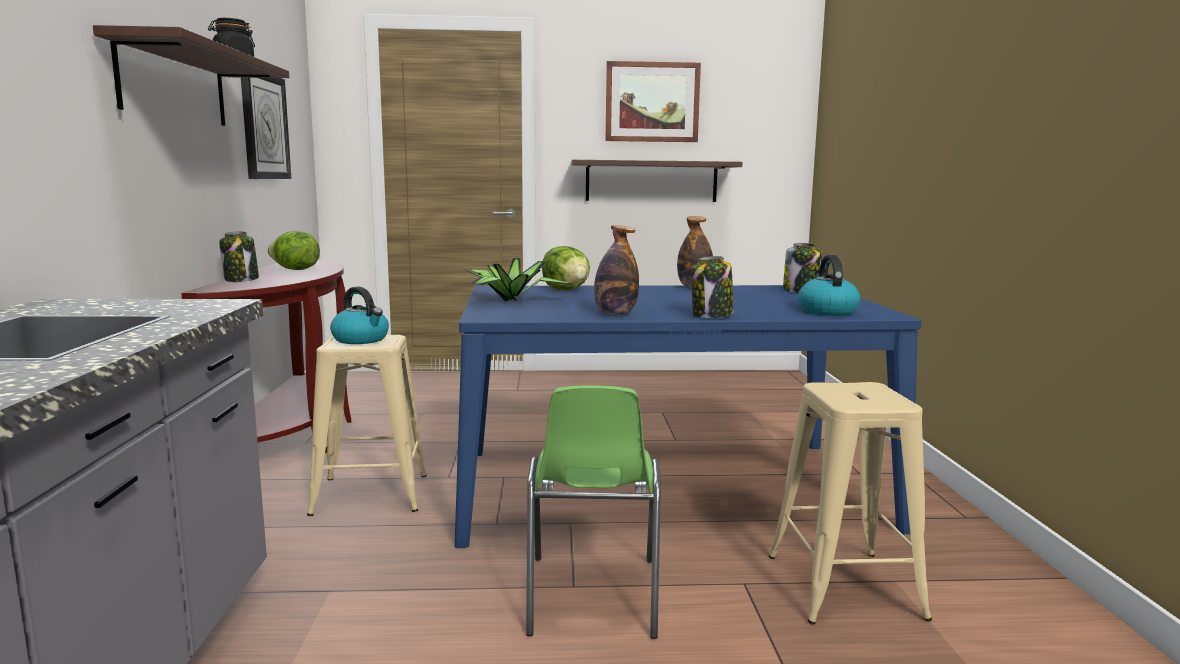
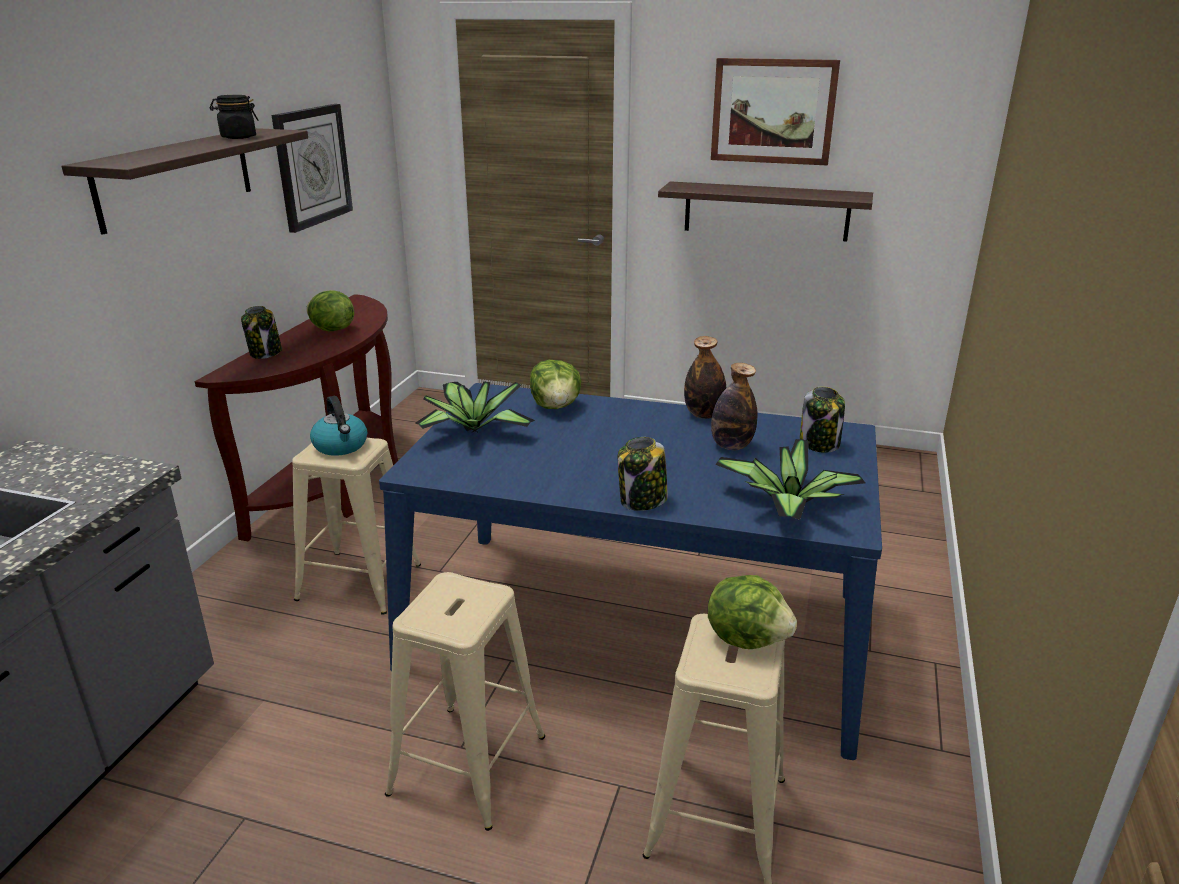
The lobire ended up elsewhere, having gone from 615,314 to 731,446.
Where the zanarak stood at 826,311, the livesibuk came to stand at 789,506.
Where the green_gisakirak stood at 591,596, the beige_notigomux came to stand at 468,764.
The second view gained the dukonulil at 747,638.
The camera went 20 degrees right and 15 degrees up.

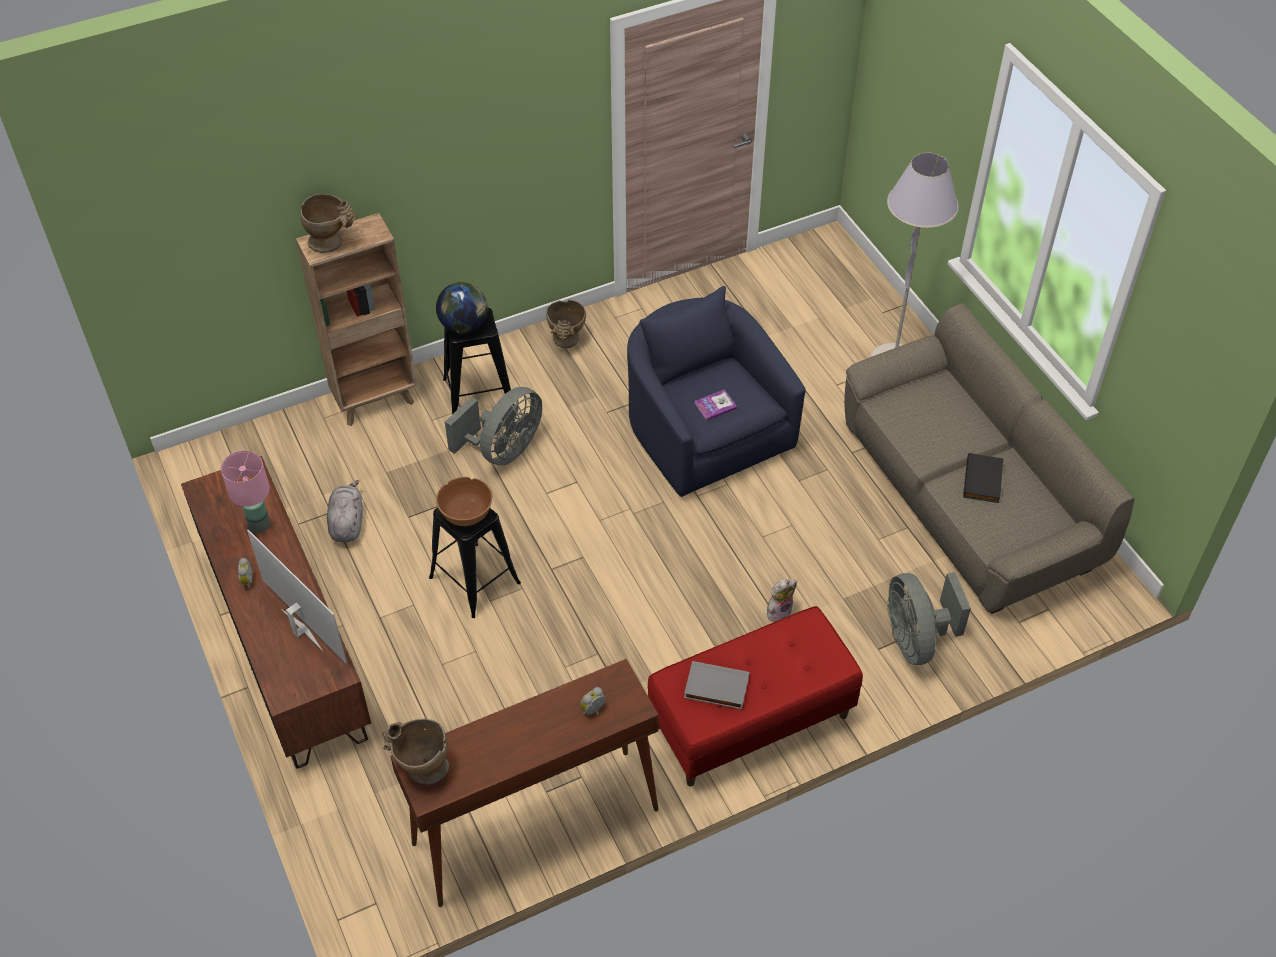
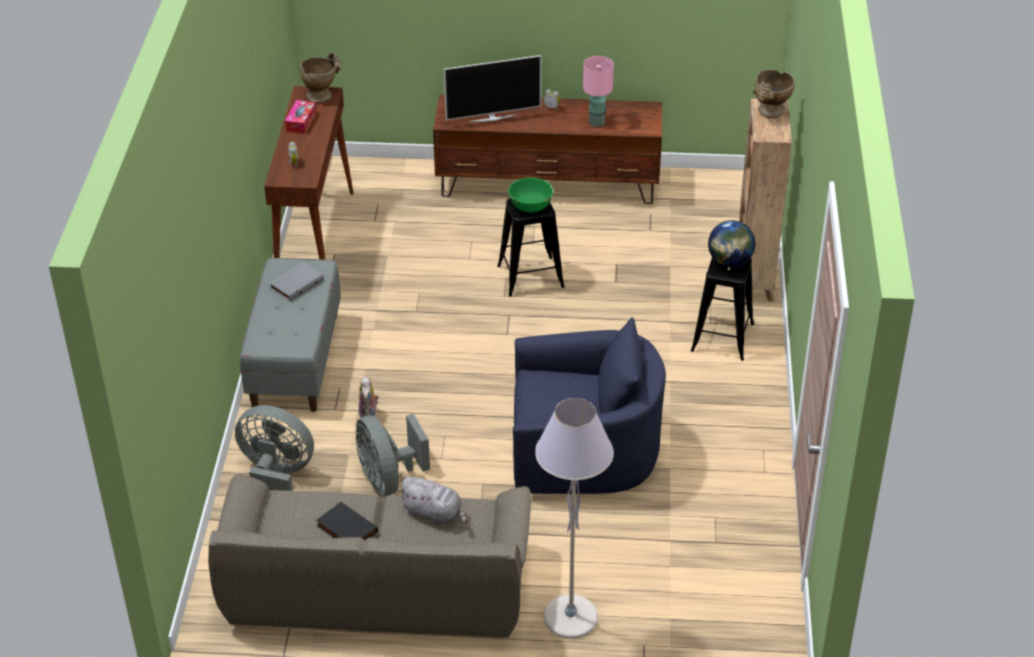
The second view lost the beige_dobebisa at 567,342.
The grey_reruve ended up elsewhere, having gone from 503,450 to 388,479.
The second view lost the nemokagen at 715,406.
What was the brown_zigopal at 466,513 turned into the green_zigopal at 530,206.
The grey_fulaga ended up elsewhere, having gone from 347,523 to 434,514.
What was the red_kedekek at 750,721 turned into the grey_kedekek at 295,360.
The second view gained the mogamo at 301,122.
The camera went 120 degrees right and 10 degrees down.

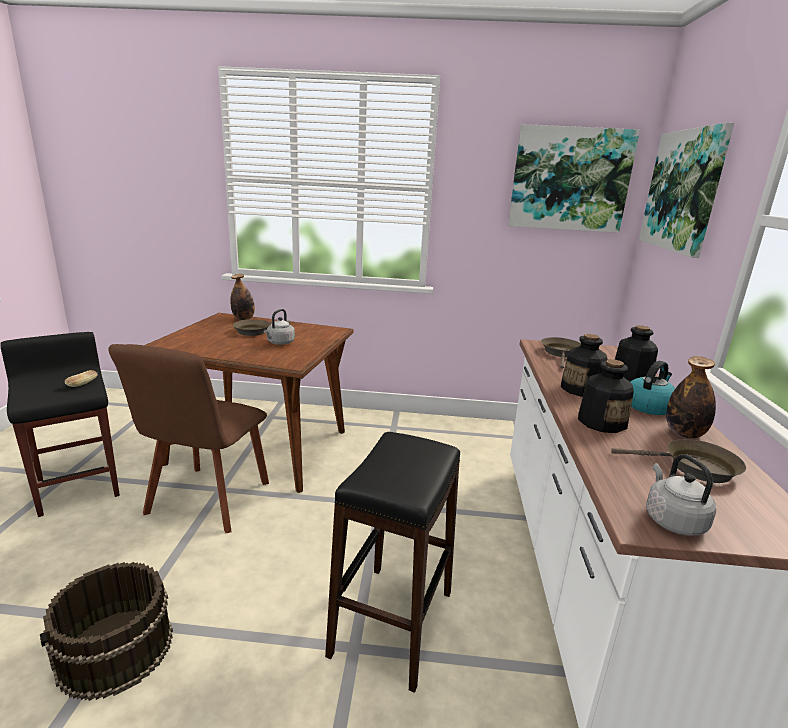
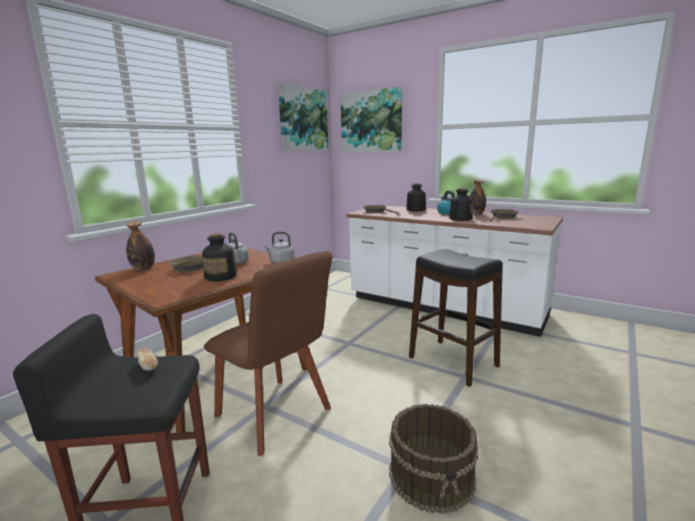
The lobire ended up elsewhere, having gone from 581,389 to 221,276.
The grey_zanarak ended up elsewhere, having gone from 672,520 to 280,262.
The camera went 60 degrees left and 5 degrees down.

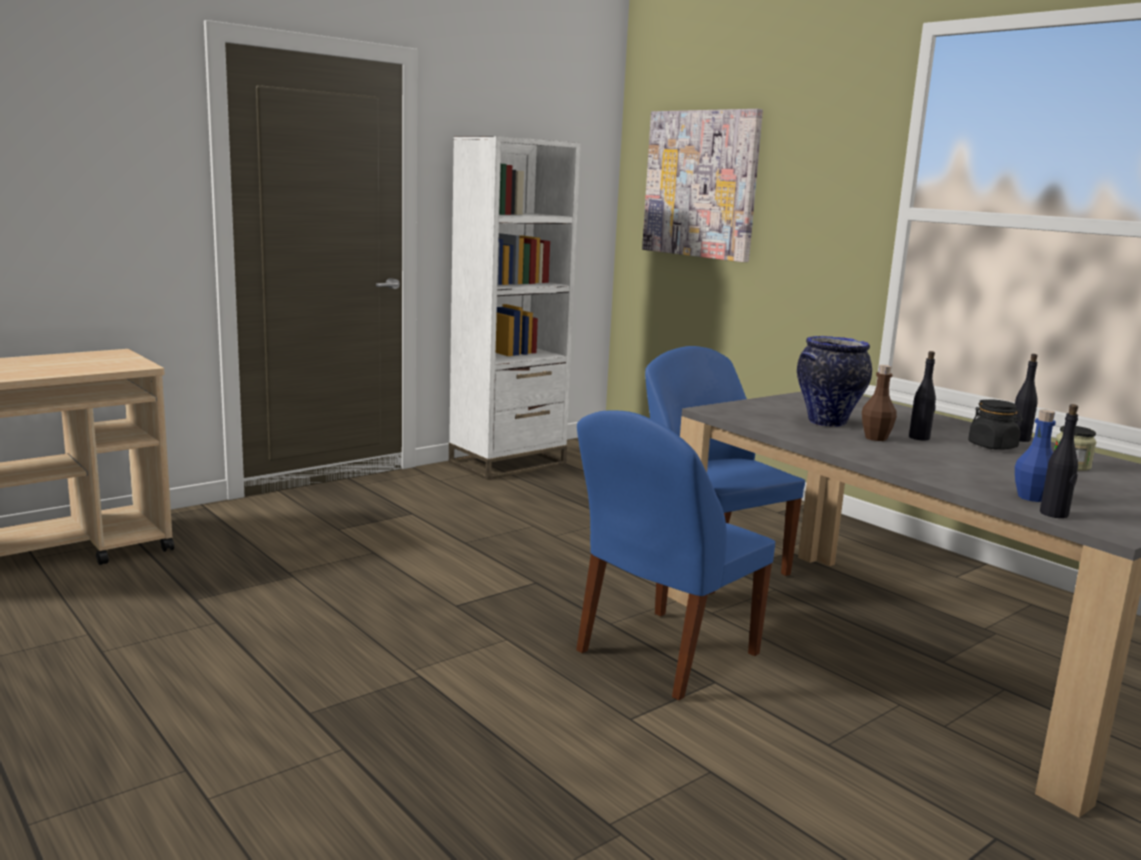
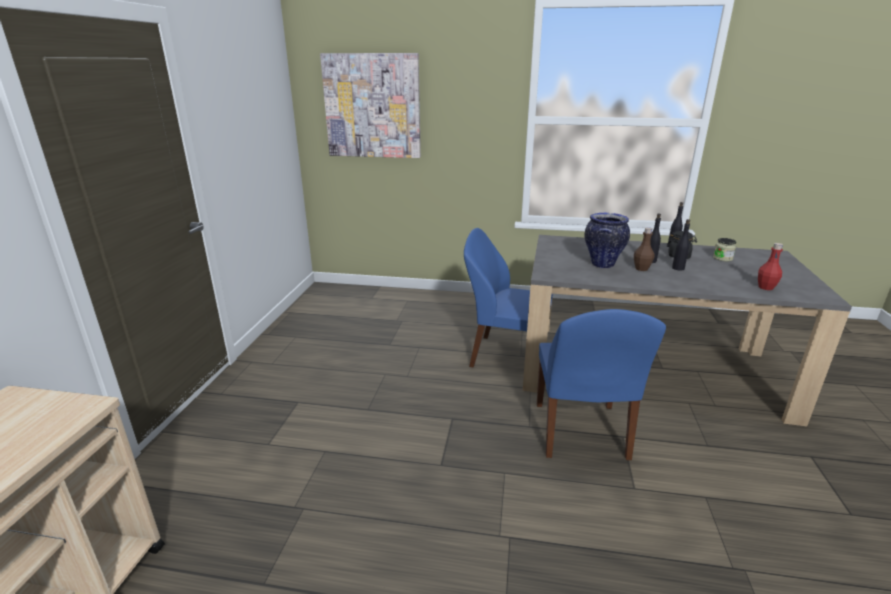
The second view lost the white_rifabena at 508,463.
The black_lobire ended up elsewhere, having gone from 1054,514 to 678,268.
What was the blue_lobire at 1031,497 turned into the red_lobire at 765,287.
The camera went 40 degrees left and 10 degrees up.

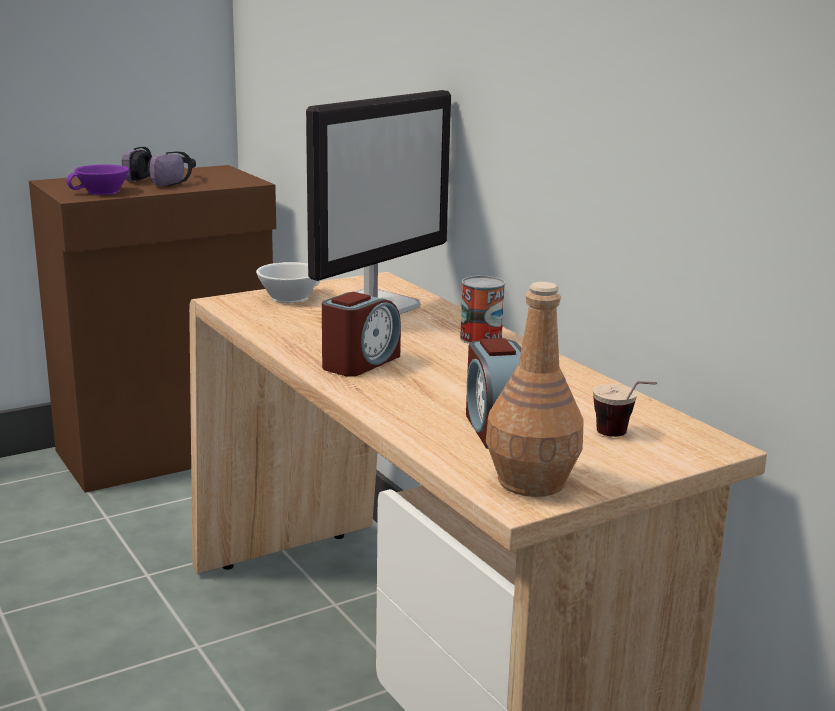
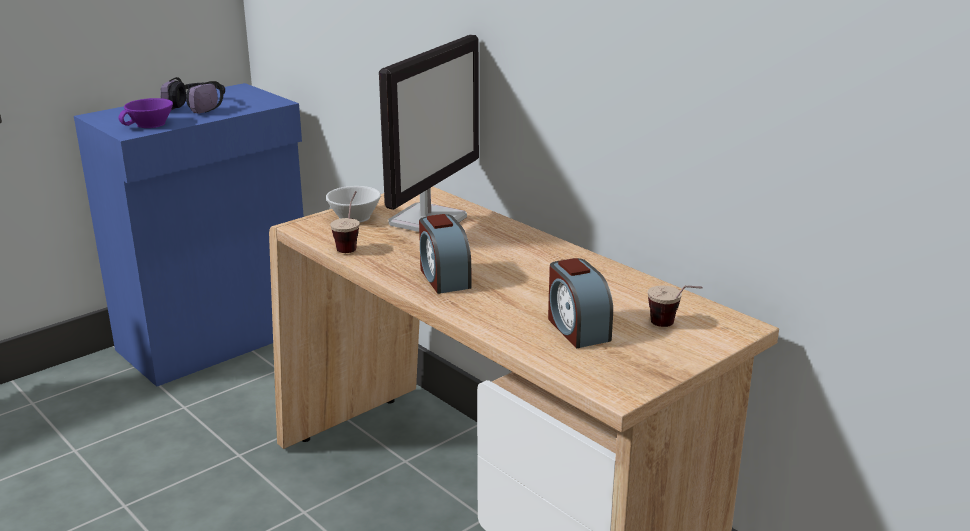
What was the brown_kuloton at 170,451 turned into the blue_kuloton at 219,339.
The second view lost the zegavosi at 481,338.
The second view lost the brown_lobire at 530,482.
The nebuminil at 360,363 ended up facing another way, 135 degrees clockwise from before.
The second view gained the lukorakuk at 350,245.
The camera went 10 degrees left and 5 degrees up.

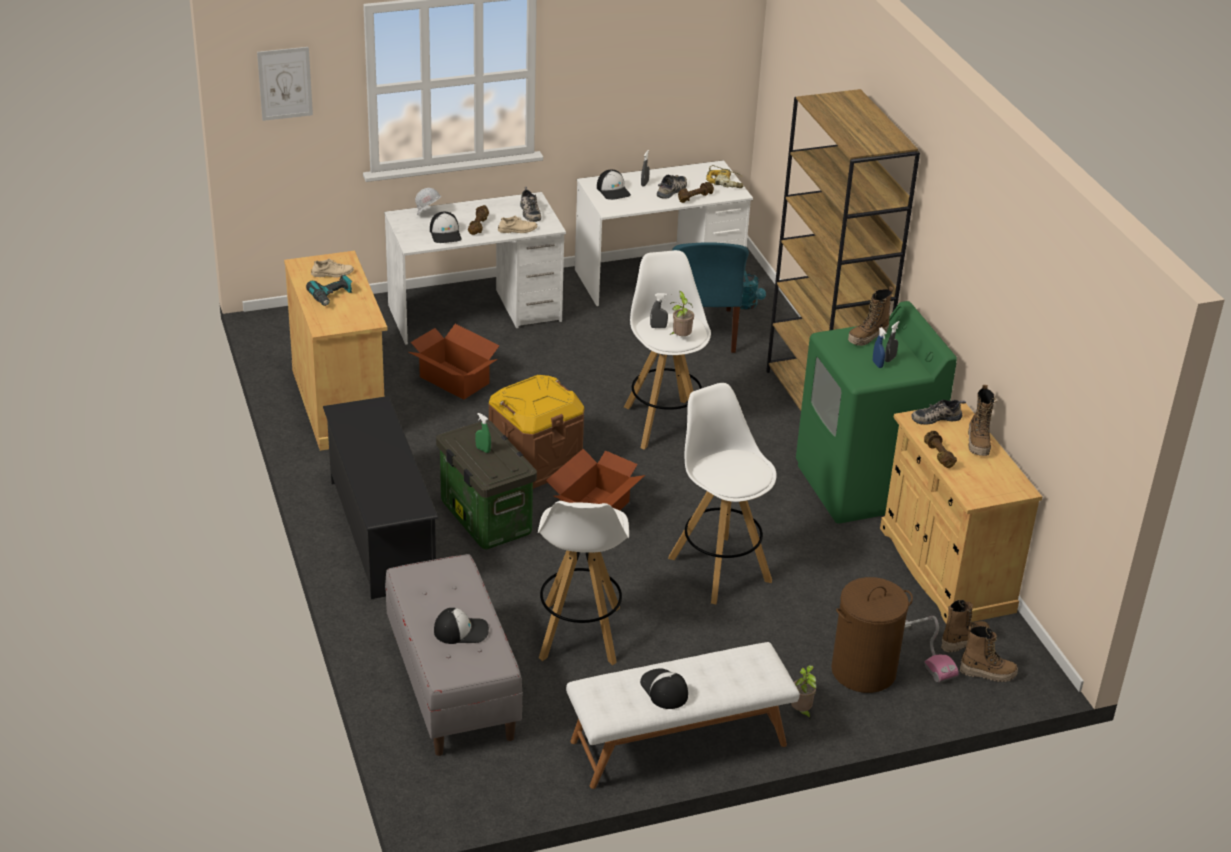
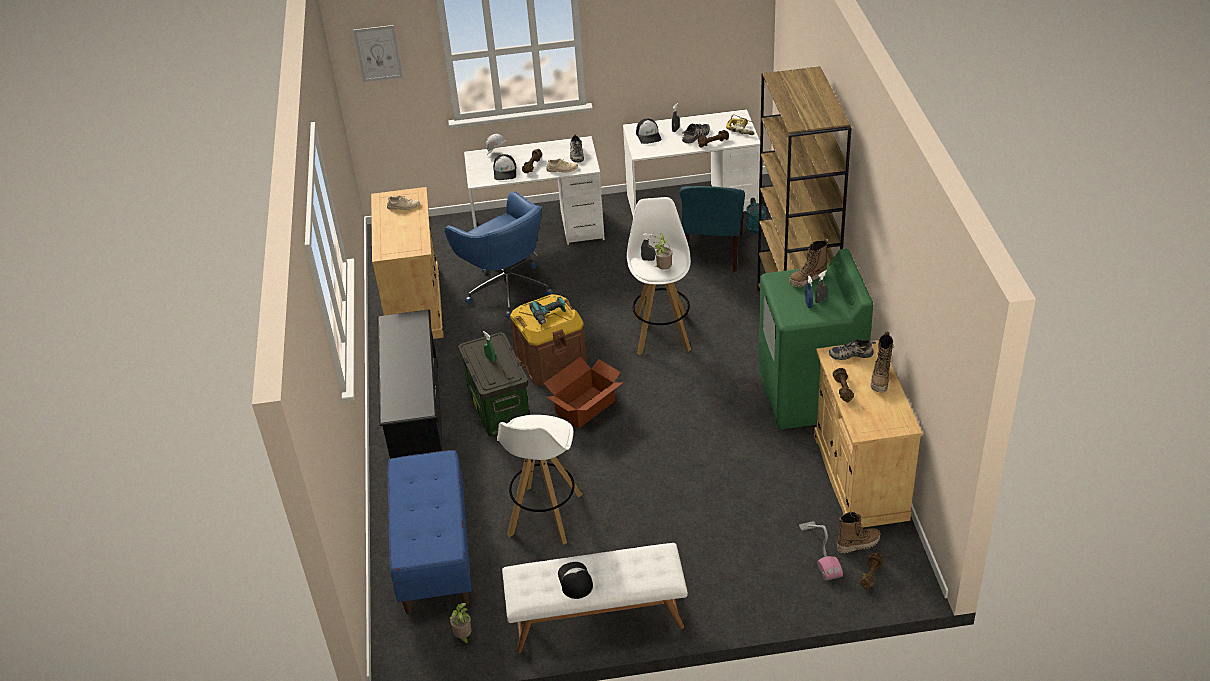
The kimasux ended up elsewhere, having gone from 332,296 to 549,315.
Where the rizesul stood at 454,381, the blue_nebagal came to stand at 507,288.
The second view lost the white_notigomux at 719,568.
What was the grey_kedekek at 451,685 turned into the blue_kedekek at 434,553.
The second view lost the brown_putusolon at 863,671.
The second view lost the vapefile at 461,630.
Where the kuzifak stood at 987,673, the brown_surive came to stand at 870,574.
The livesibuk ended up elsewhere, having gone from 801,712 to 463,637.
The camera went 15 degrees right and 5 degrees up.

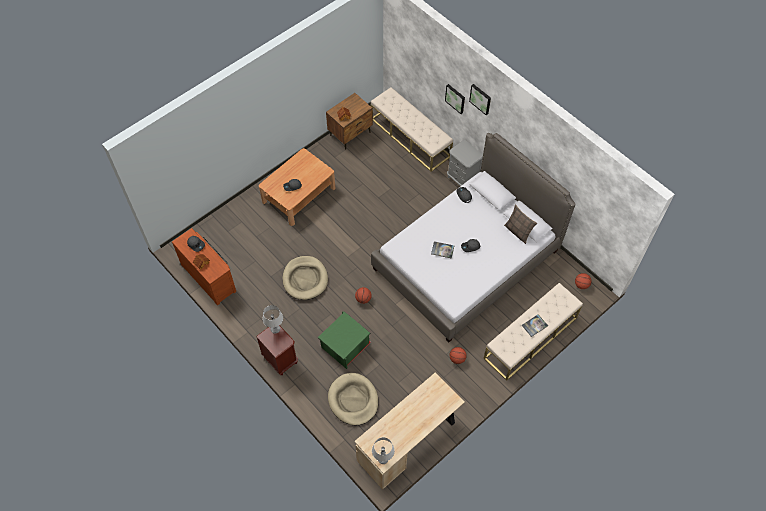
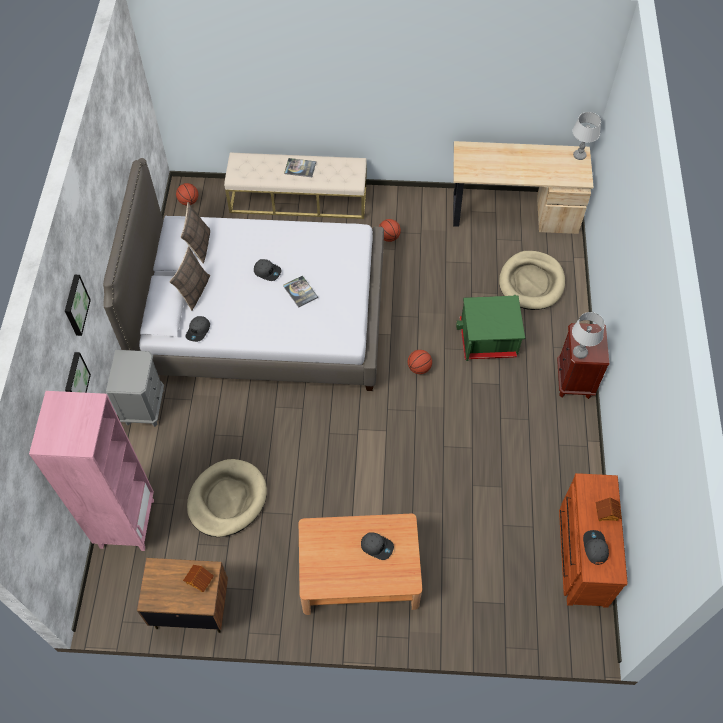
Where the beige_kedekek stood at 410,137, the pink_rifabena came to stand at 126,523.
The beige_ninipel ended up elsewhere, having gone from 305,279 to 227,499.
The second view gained the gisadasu at 194,291.
The camera went 135 degrees left and 0 degrees up.

